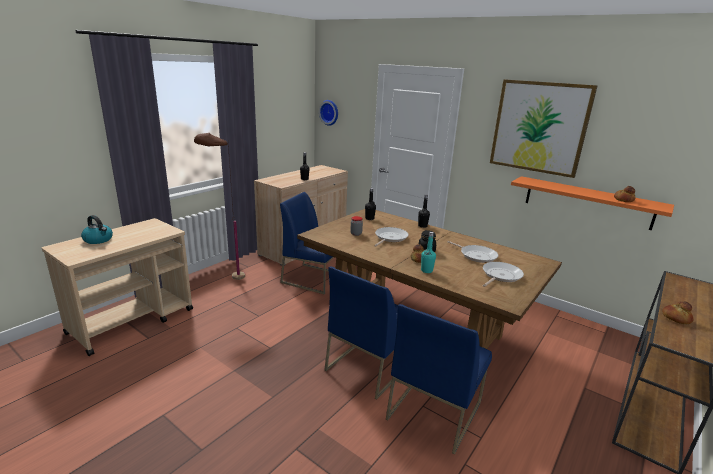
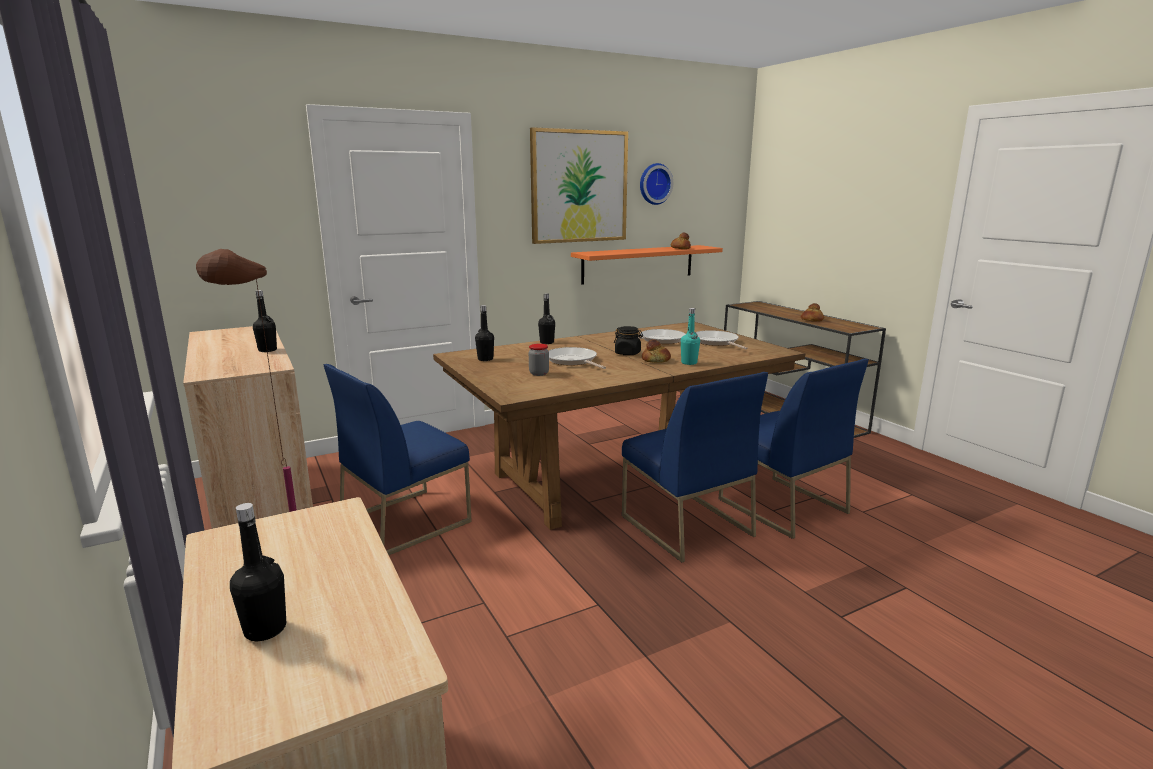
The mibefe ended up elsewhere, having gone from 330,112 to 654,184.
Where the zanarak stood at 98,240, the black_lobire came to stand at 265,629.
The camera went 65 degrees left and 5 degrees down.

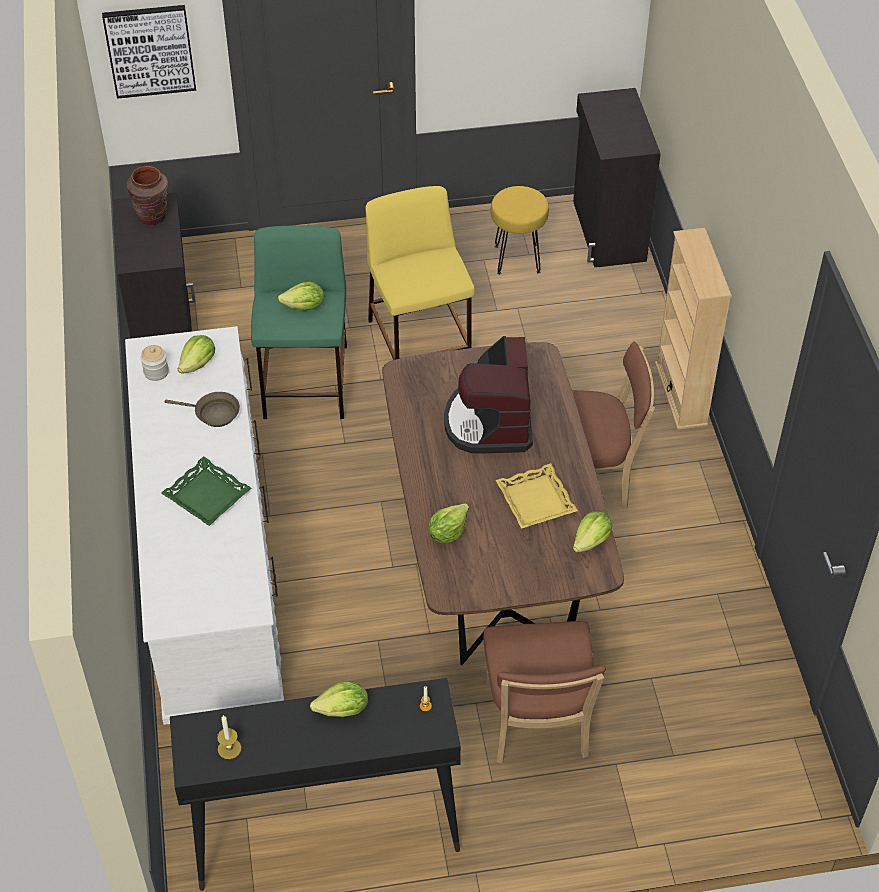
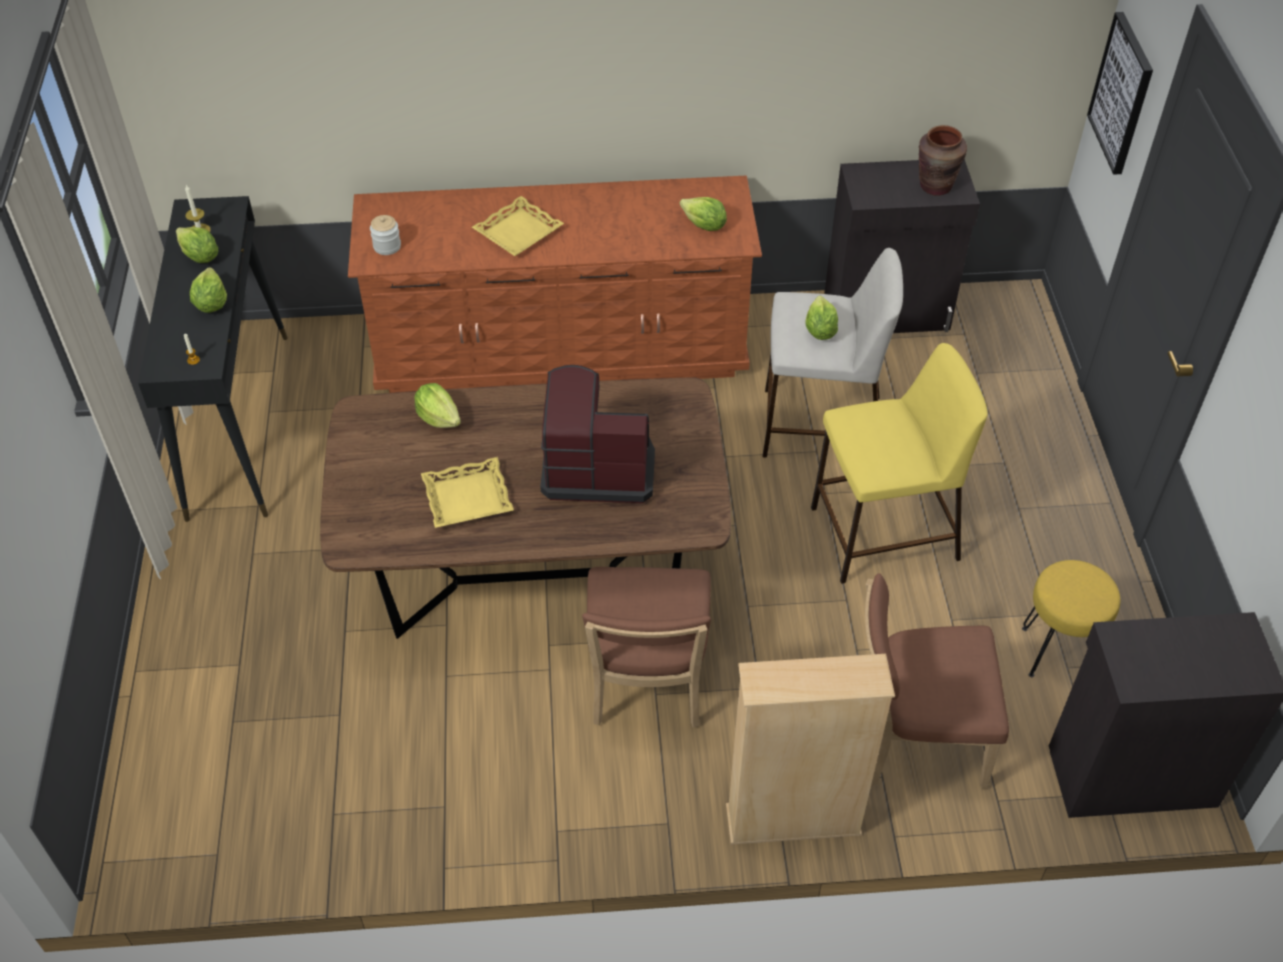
What was the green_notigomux at 306,383 turned into the beige_notigomux at 819,426.
What was the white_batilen at 212,570 turned into the brown_batilen at 561,348.
The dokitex ended up elsewhere, having gone from 156,372 to 387,246.
The second view lost the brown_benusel at 213,414.
What was the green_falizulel at 206,496 turned into the yellow_falizulel at 518,232.
The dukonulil ended up elsewhere, having gone from 591,541 to 200,257.
The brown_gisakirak ended up elsewhere, having gone from 537,724 to 914,739.
The camera went 95 degrees right and 0 degrees up.

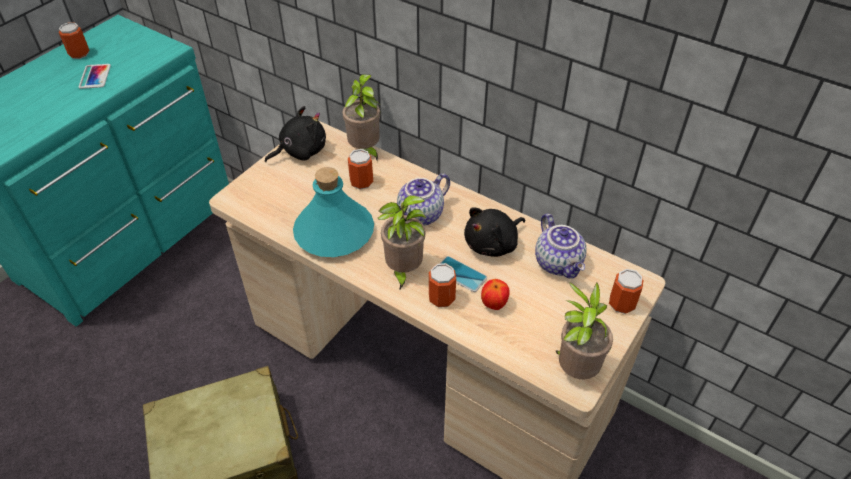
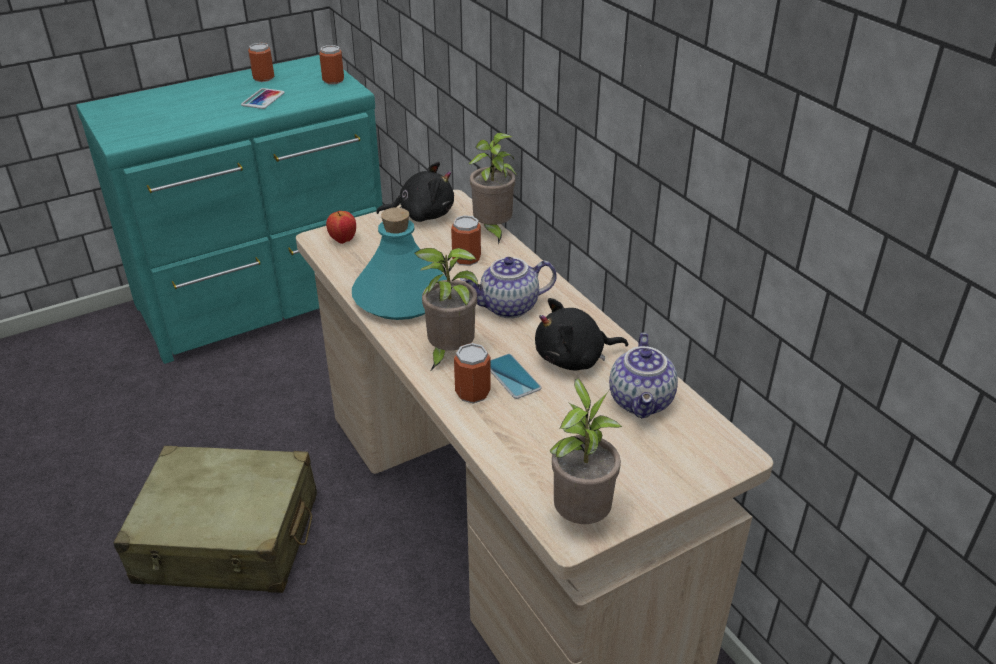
The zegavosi ended up elsewhere, having gone from 621,304 to 333,80.
The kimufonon ended up elsewhere, having gone from 494,304 to 343,240.
The camera went 25 degrees right and 10 degrees down.

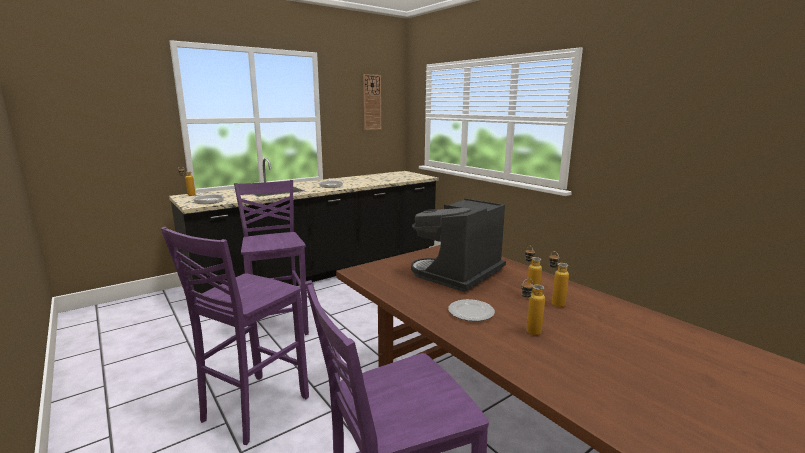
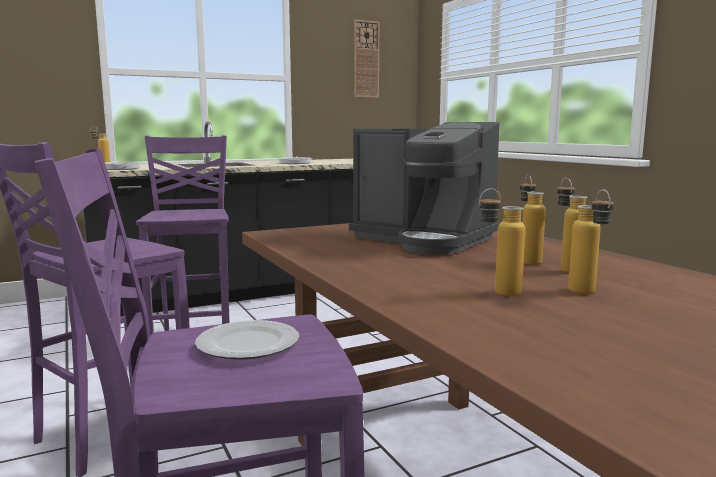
The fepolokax at 458,274 ended up facing another way, 105 degrees counterclockwise from before.
The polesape ended up elsewhere, having gone from 470,312 to 247,345.
The second view gained the lobire at 587,294.
The camera went 10 degrees right and 5 degrees down.

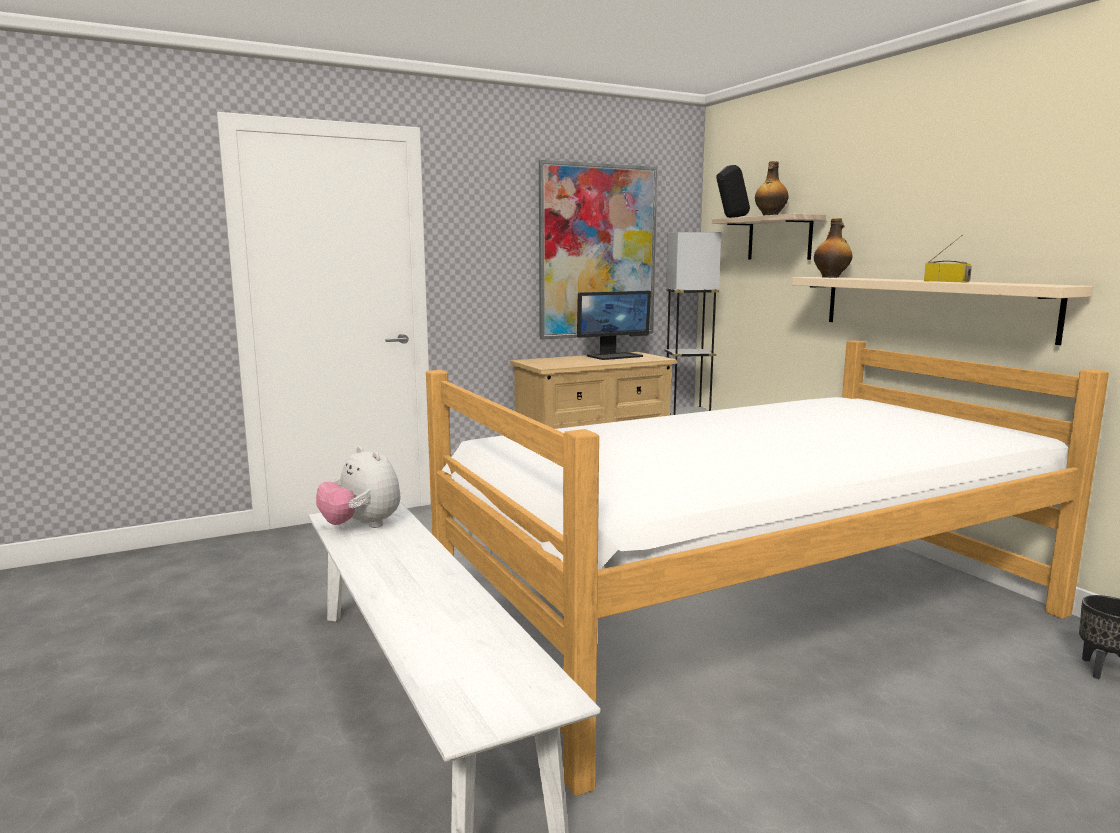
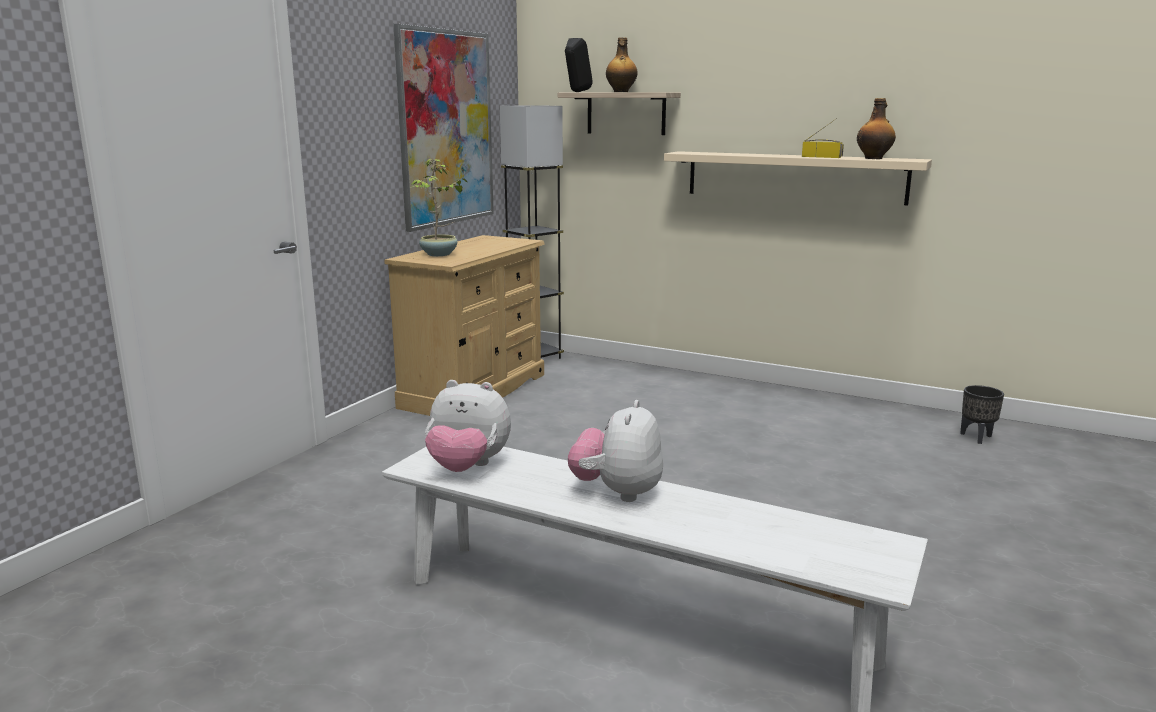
The lobire ended up elsewhere, having gone from 831,277 to 874,158.
The second view lost the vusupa at 614,356.
The second view lost the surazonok at 754,615.
The second view gained the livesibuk at 439,254.
The second view gained the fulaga at 617,492.
The camera went 35 degrees left and 5 degrees up.

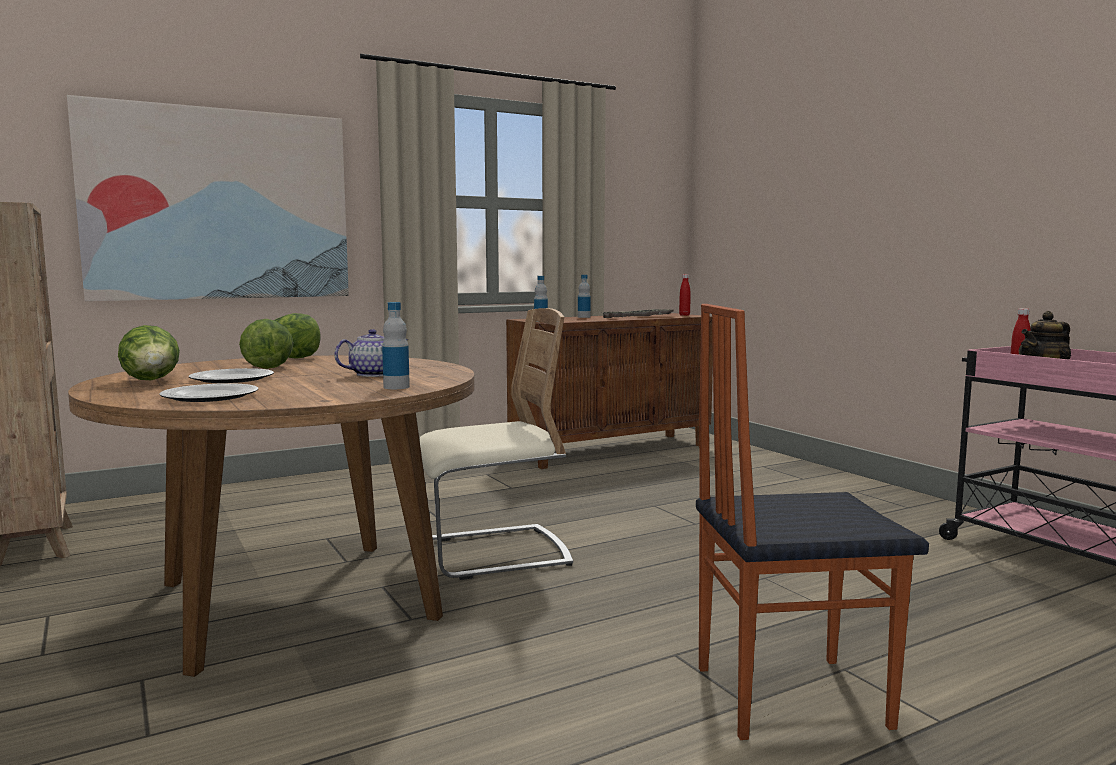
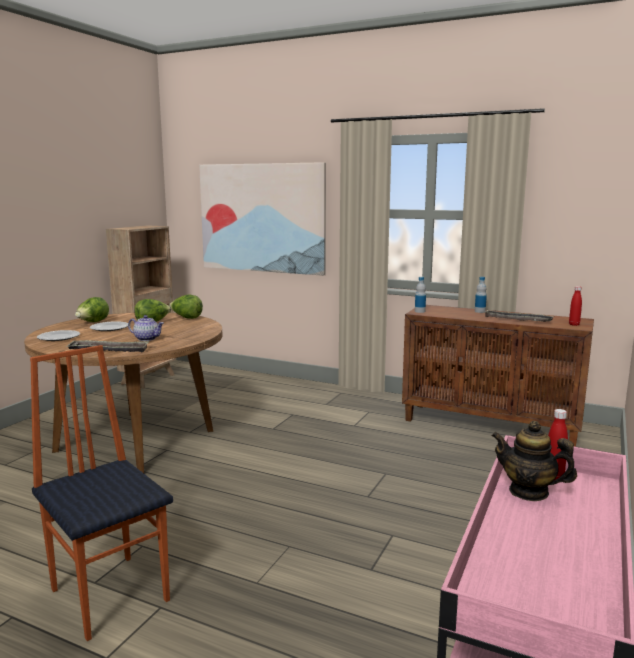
Where the lobire stood at 396,387, the falizulel came to stand at 108,350.
The second view lost the beige_gisakirak at 493,553.
The camera went 55 degrees right and 5 degrees up.

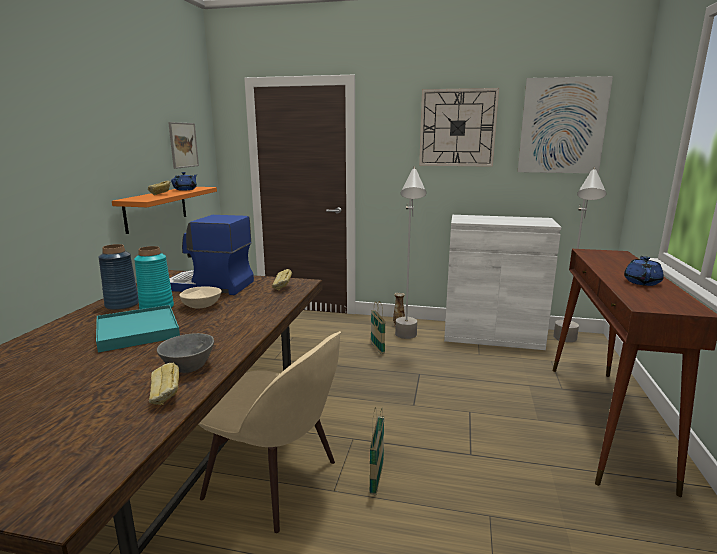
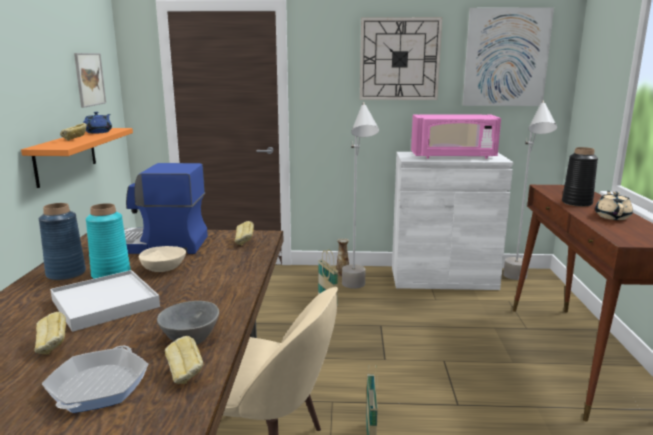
What was the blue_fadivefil at 642,282 turned into the beige_fadivefil at 612,217.
What was the turquoise_falizulel at 137,331 turned into the white_falizulel at 105,303.
The second view gained the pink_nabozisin at 453,156.
The second view gained the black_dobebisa at 577,203.
The second view gained the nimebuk at 52,347.
The second view gained the benusel at 98,386.
The camera went 10 degrees left and 0 degrees up.

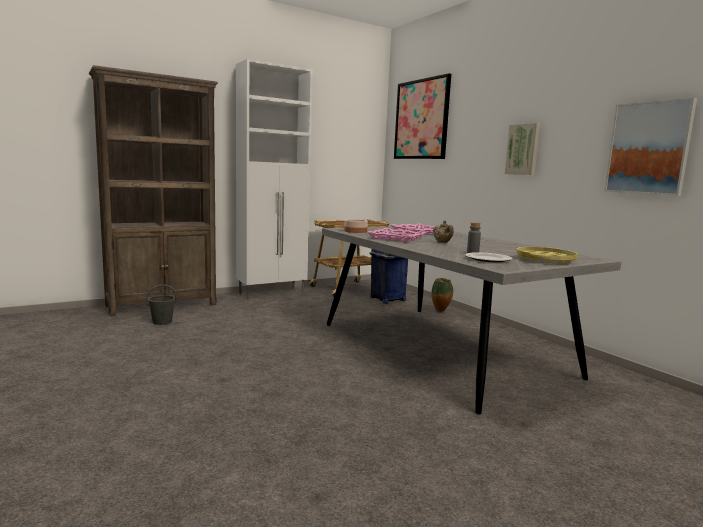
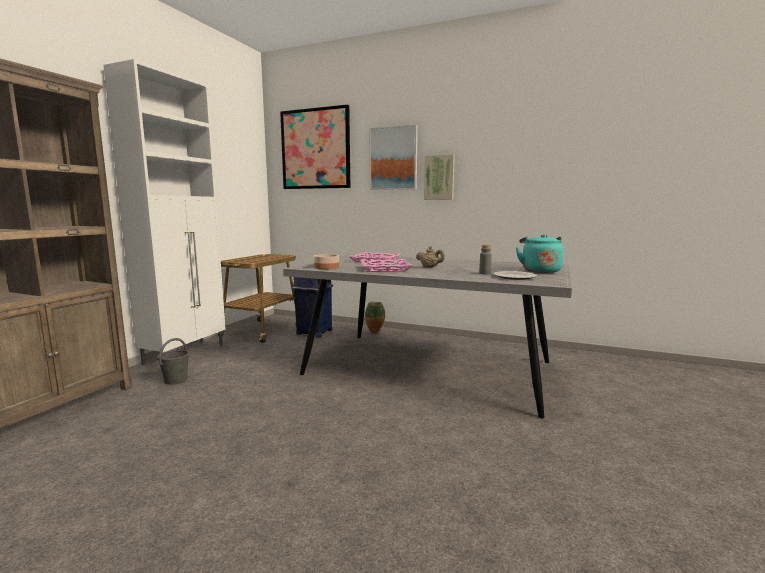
The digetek ended up elsewhere, having gone from 649,148 to 393,158.
Where the yellow_falizulel stood at 545,260, the turquoise_zanarak came to stand at 539,270.
The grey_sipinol ended up elsewhere, having gone from 162,322 to 176,380.
The camera went 35 degrees left and 0 degrees up.

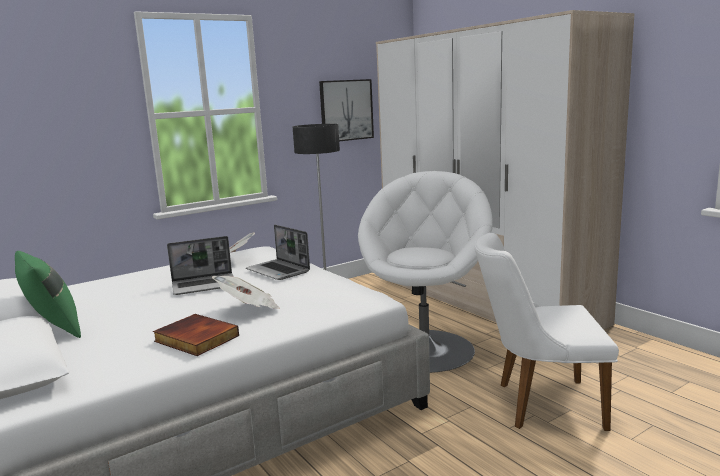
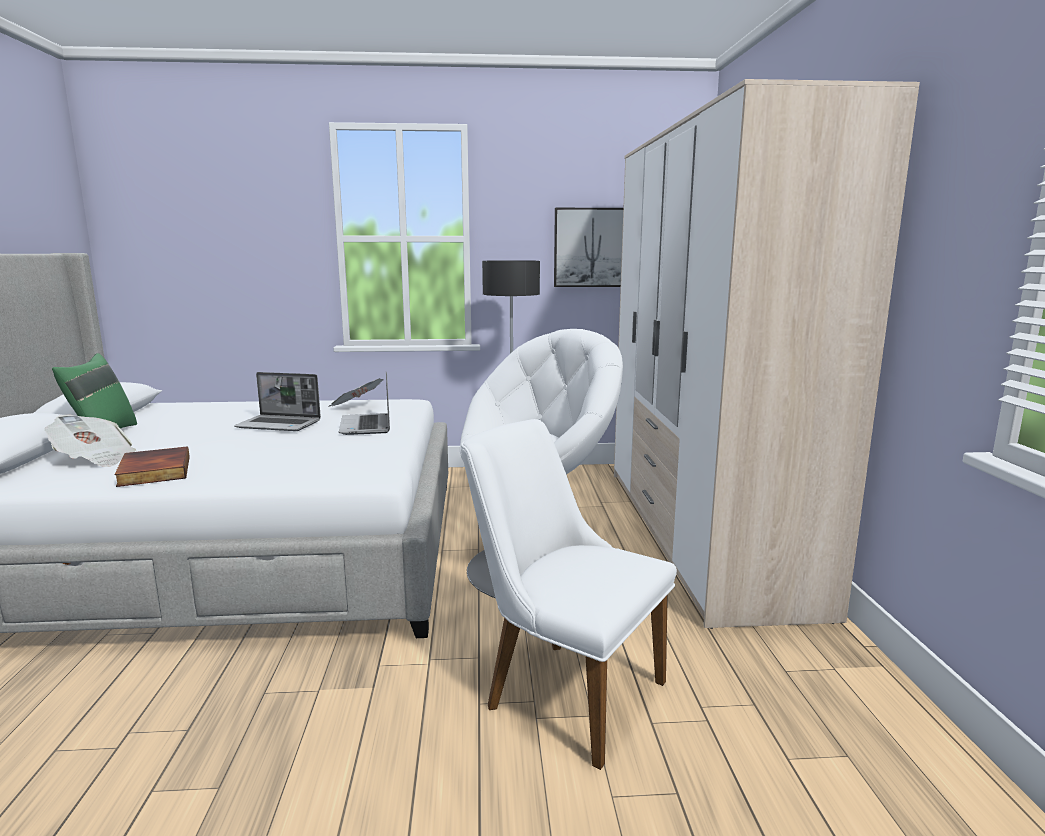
The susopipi ended up elsewhere, having gone from 249,308 to 94,459.
The camera went 30 degrees right and 0 degrees up.

